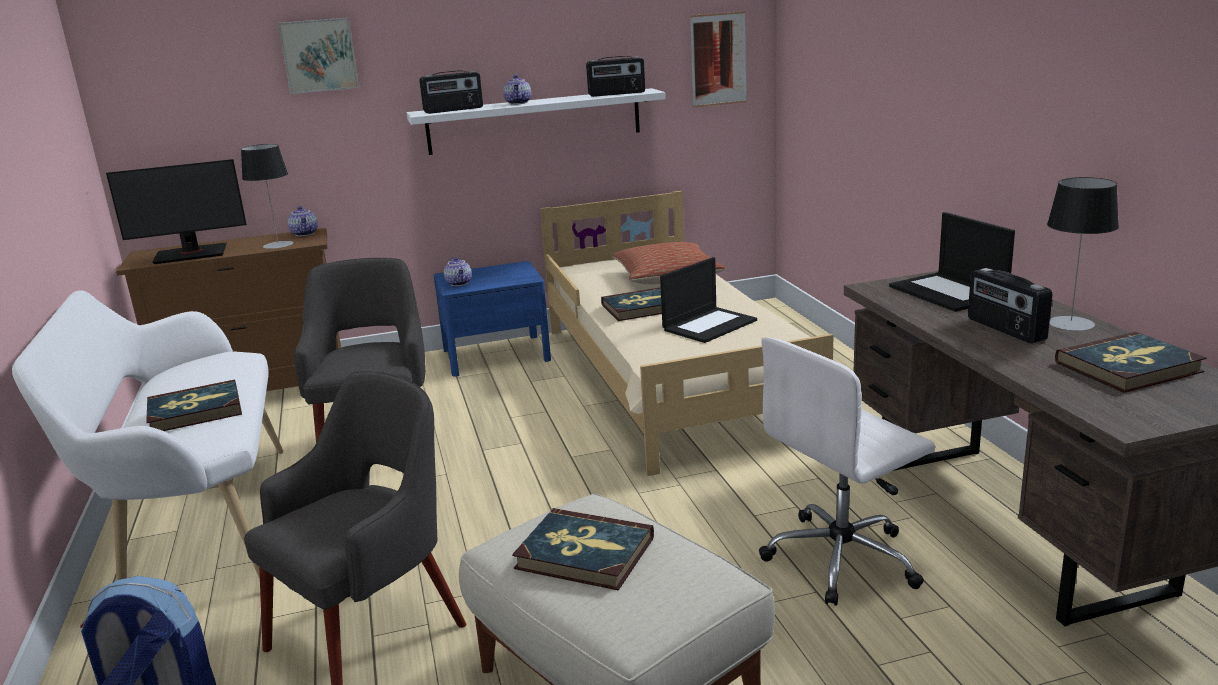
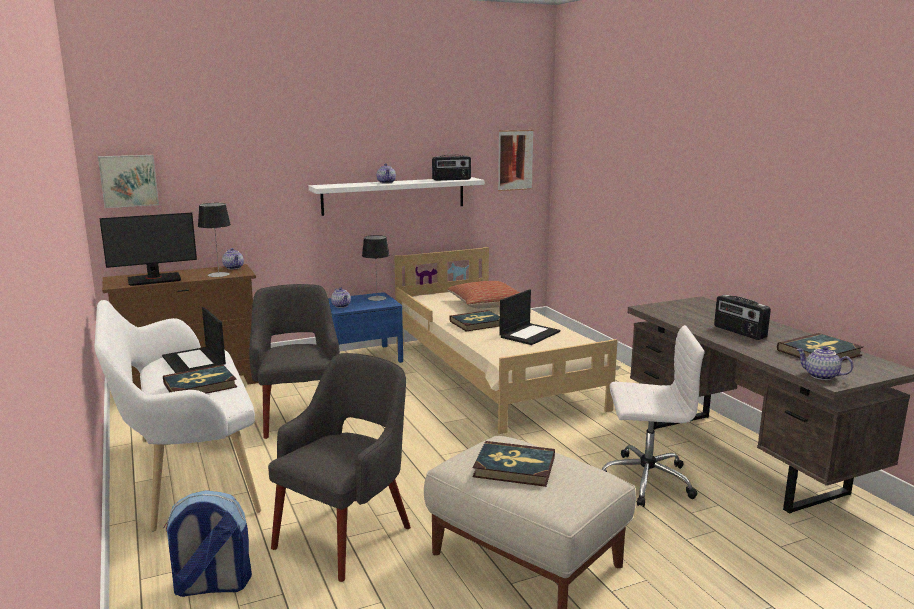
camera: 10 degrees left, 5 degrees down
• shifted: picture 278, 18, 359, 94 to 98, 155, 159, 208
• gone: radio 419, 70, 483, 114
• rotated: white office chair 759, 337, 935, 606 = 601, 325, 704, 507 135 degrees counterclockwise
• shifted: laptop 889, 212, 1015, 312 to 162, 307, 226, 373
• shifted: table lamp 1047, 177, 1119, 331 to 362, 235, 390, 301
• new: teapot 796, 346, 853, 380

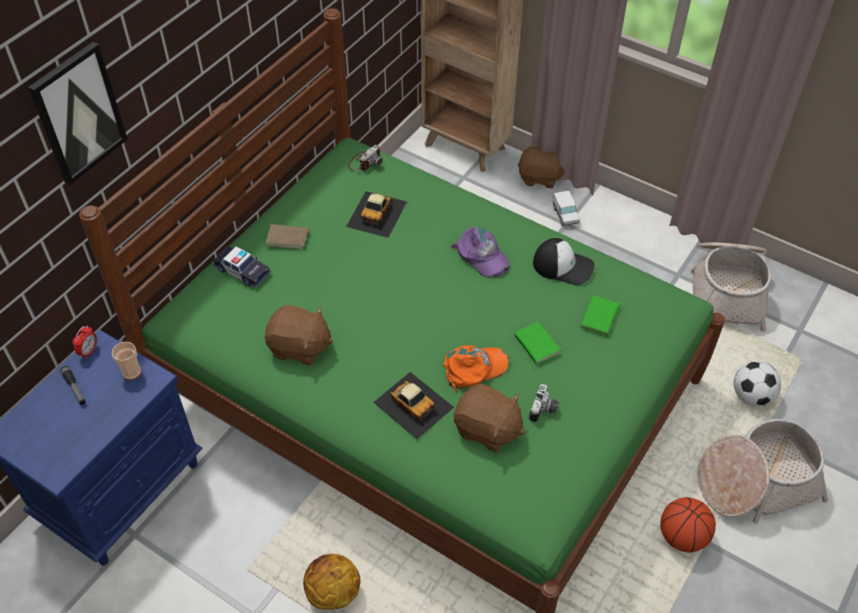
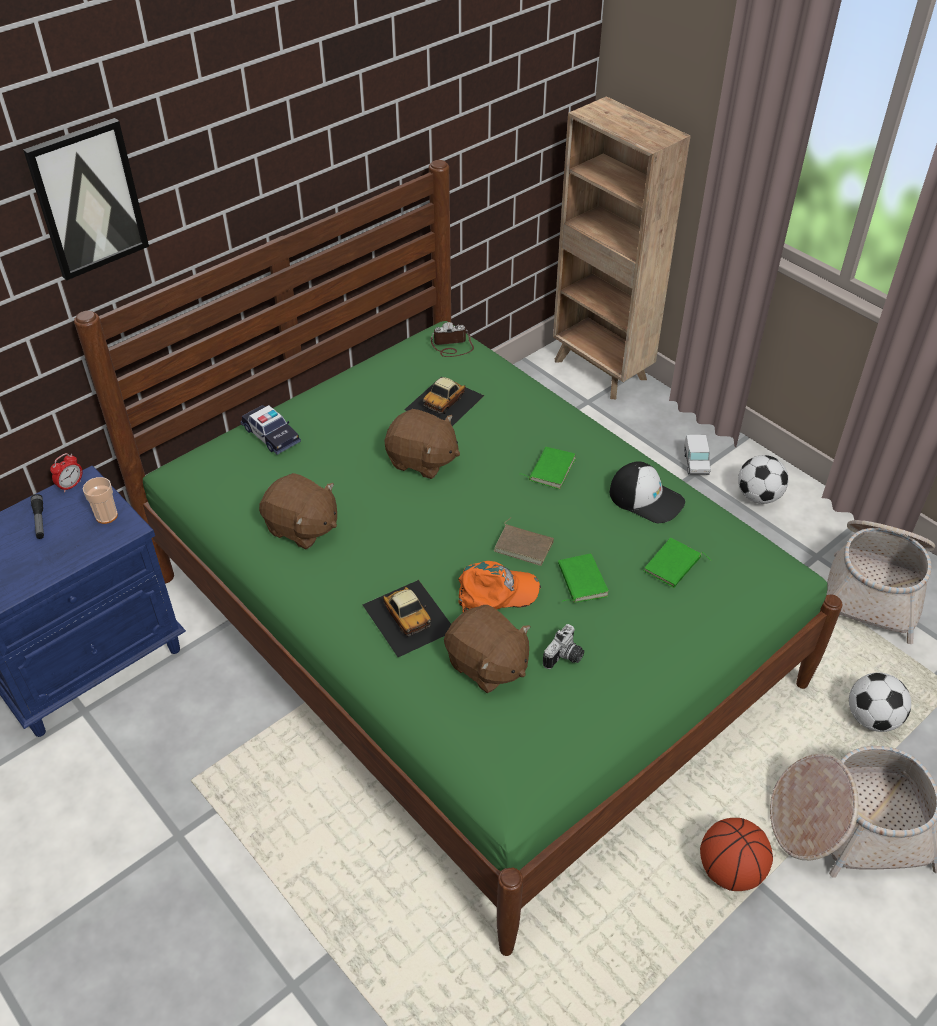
camera: 15 degrees right, 5 degrees down
• shifted: brown book 266, 218, 309, 250 to 494, 517, 554, 566
• gone: basketball 303, 554, 360, 610
• rotated: photo camera 348, 145, 382, 171 = 431, 322, 474, 357 150 degrees counterclockwise
• swapped: purple cap 451, 227, 509, 277 to green book 523, 447, 576, 489
• shifted: brown plush toy 518, 146, 565, 188 to 385, 409, 460, 479
• new: football 738, 455, 789, 504

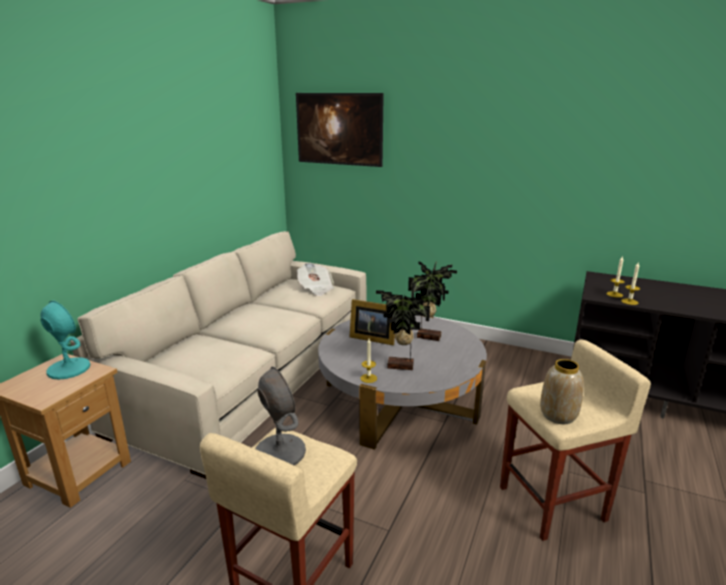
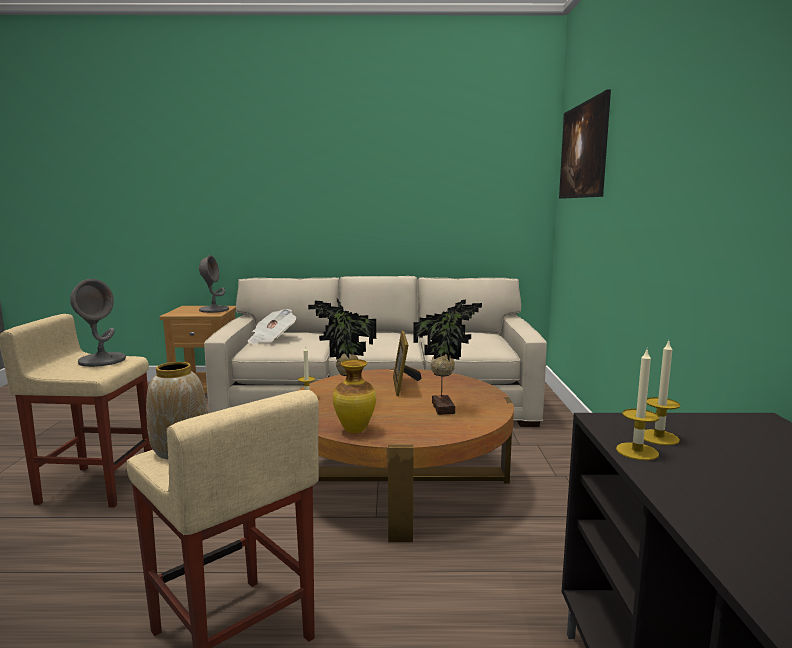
camera: 65 degrees right, 10 degrees down
• repainted: turquoise table lamp 40, 301, 90, 380 to grey table lamp 199, 255, 229, 313
• shifted: newspaper 297, 263, 335, 296 to 248, 309, 296, 343
• repainted: grey coffee table 318, 315, 487, 450 to brown coffee table 297, 369, 514, 542
• new: vase 333, 359, 376, 433

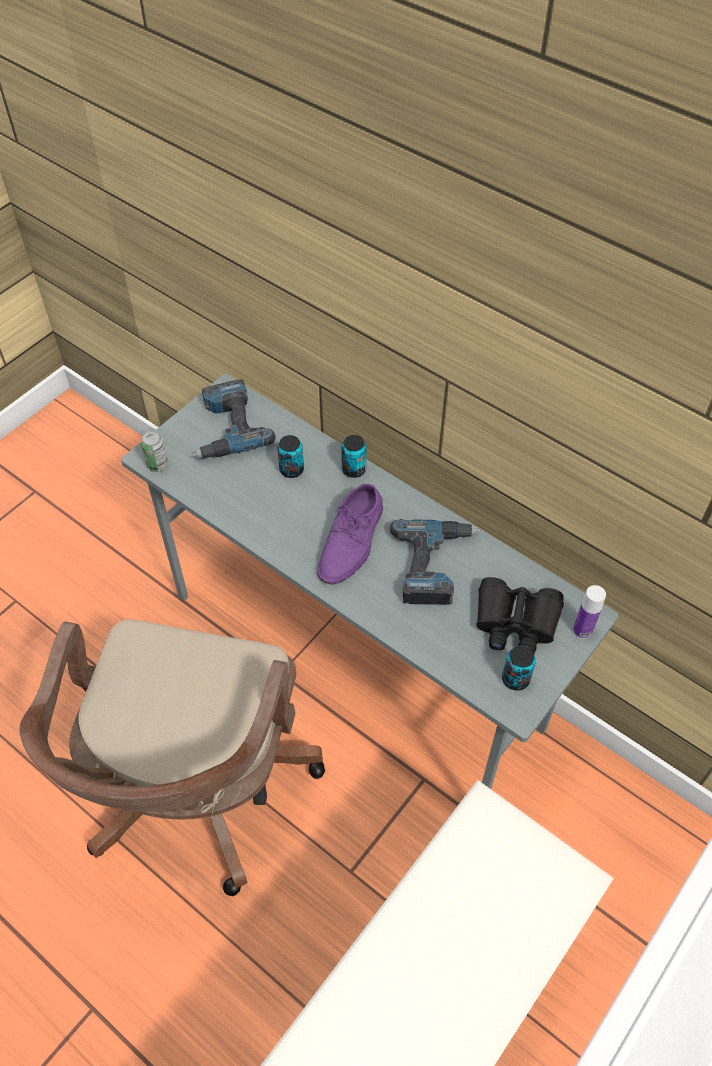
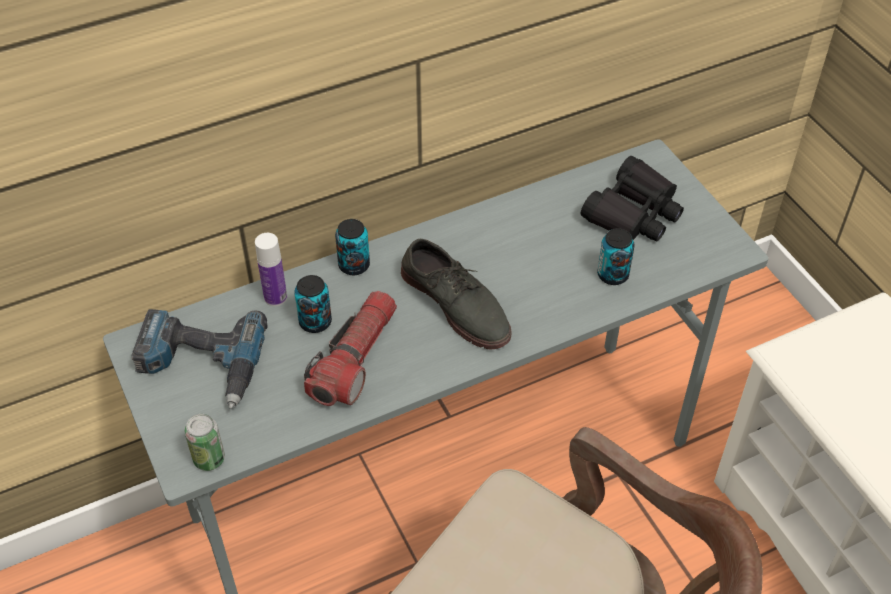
camera: 65 degrees left, 5 degrees down
• repainted: purple shoe 317, 484, 383, 584 to grey shoe 401, 239, 512, 350
• gone: power drill 390, 519, 481, 605
• shifted: can 502, 646, 536, 691 to 597, 228, 635, 285
• shifted: bottle 573, 585, 606, 639 to 255, 233, 287, 306
• new: flashlight 304, 291, 397, 406

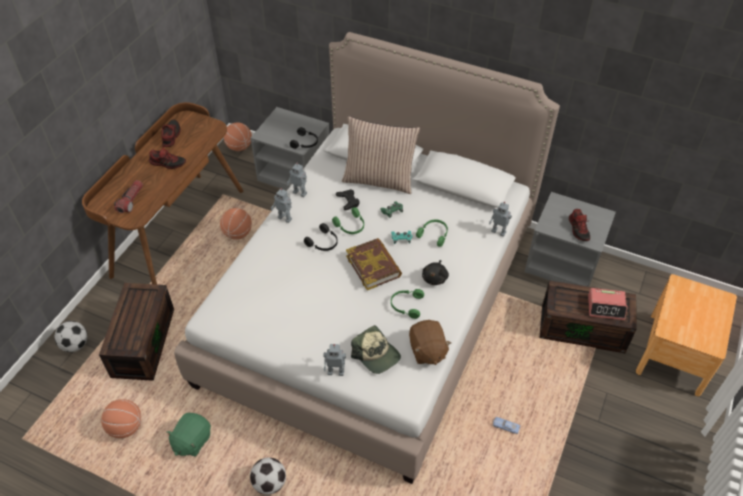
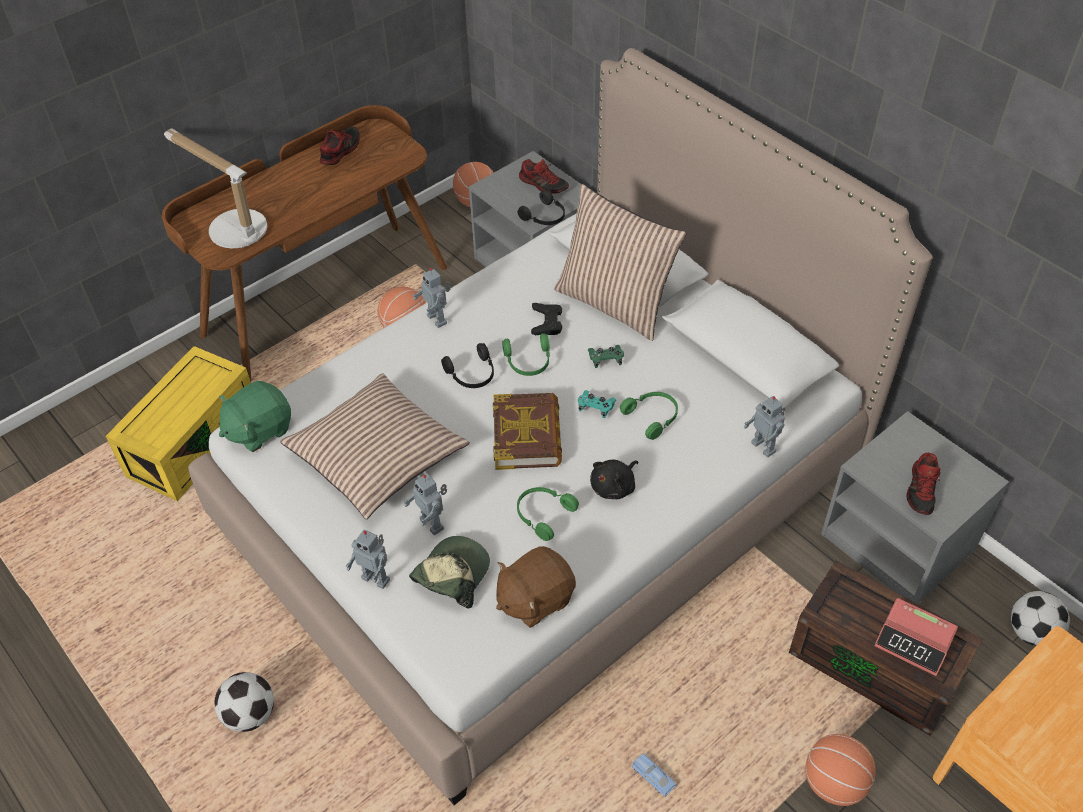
camera: 25 degrees right, 0 degrees up
• shifted: football 55, 321, 87, 352 to 1011, 591, 1070, 646
• repainted: brown storage box 99, 283, 174, 381 to yellow storage box 106, 346, 251, 501
• shifted: basketball 101, 399, 141, 438 to 805, 734, 876, 806
• swapped: flashlight 114, 180, 143, 213 to table lamp 164, 128, 267, 248
• shifted: shoe 149, 147, 186, 169 to 519, 159, 569, 194
• shifted: green plush toy 166, 413, 211, 457 to 218, 381, 291, 452
• shifted: toy robot 286, 163, 307, 197 to 404, 474, 447, 535
• rotated: cap 351, 325, 401, 374 = 409, 536, 490, 609 135 degrees counterclockwise
• rotated: brown plush toy 409, 320, 451, 365 = 496, 546, 576, 628 45 degrees clockwise
• new: pillow 280, 373, 470, 519

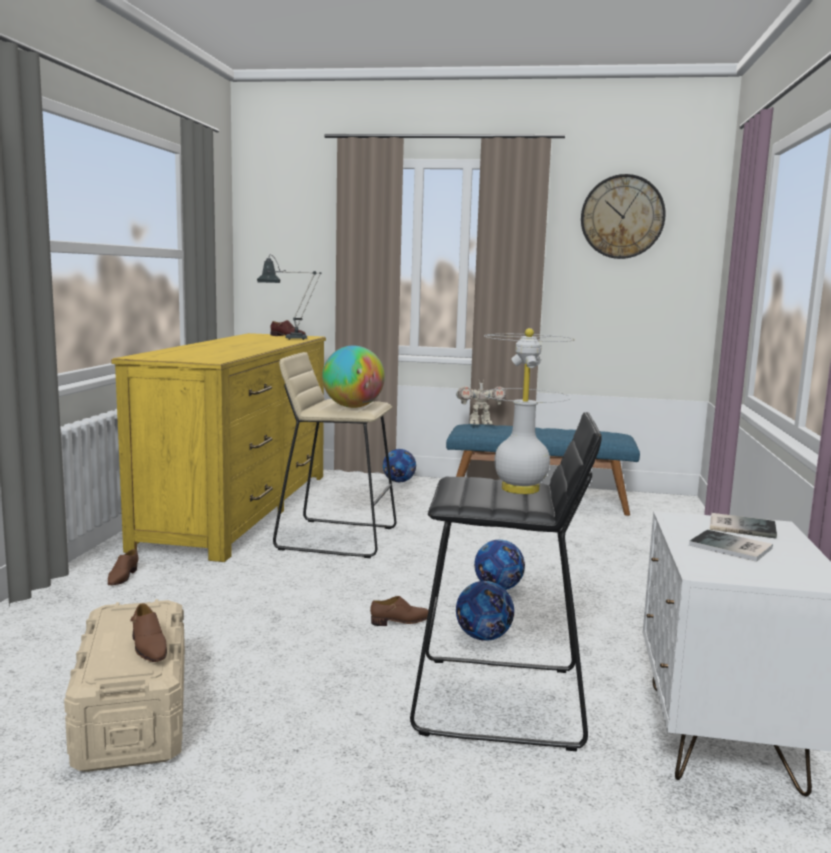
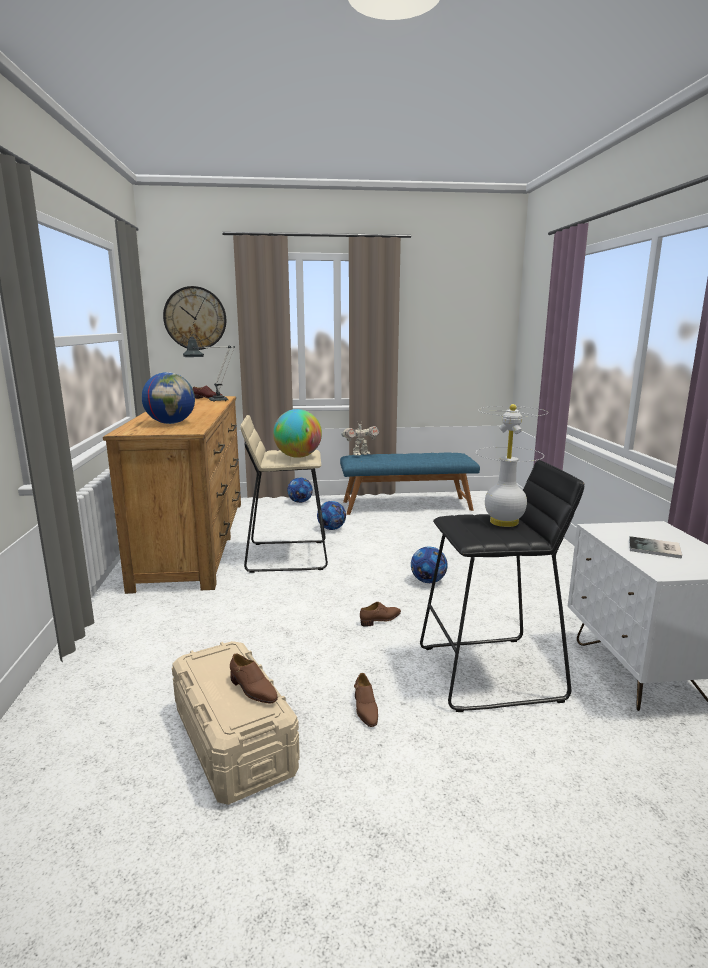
camera: 15 degrees left, 5 degrees up
• shifted: brown shoe 108, 549, 139, 585 to 354, 673, 378, 727
• repainted: yellow dresser 111, 333, 326, 562 to brown dresser 103, 396, 241, 594
• shifted: football 456, 581, 514, 641 to 317, 501, 346, 530
• shifted: wall clock 581, 174, 666, 259 to 163, 286, 226, 350
• gone: book 710, 513, 777, 539
• new: globe 142, 372, 195, 424

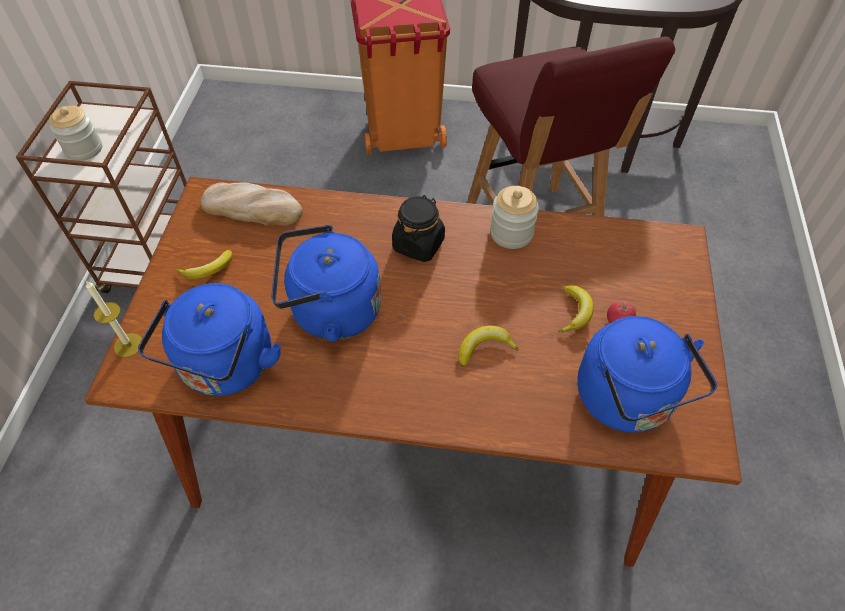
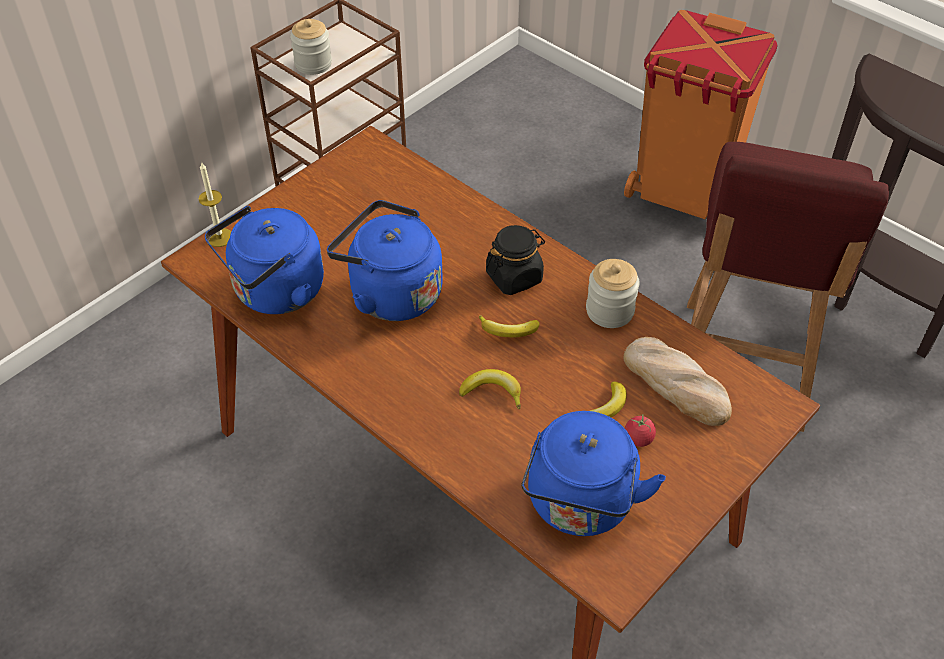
camera: 35 degrees right, 5 degrees down
• shifted: banana 176, 250, 233, 279 to 479, 315, 540, 337
• shifted: bread 201, 182, 303, 226 to 624, 337, 732, 426

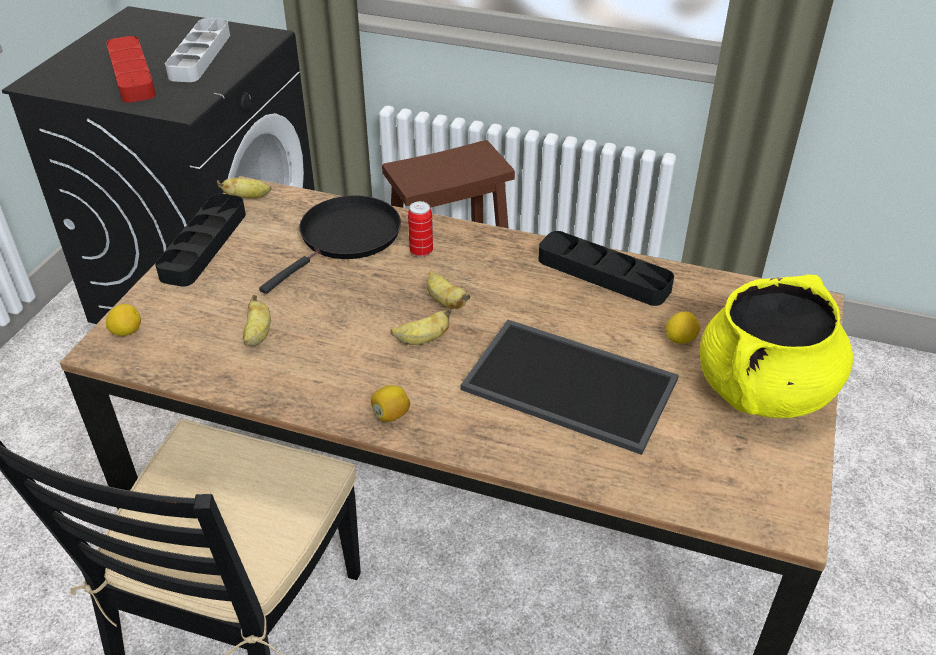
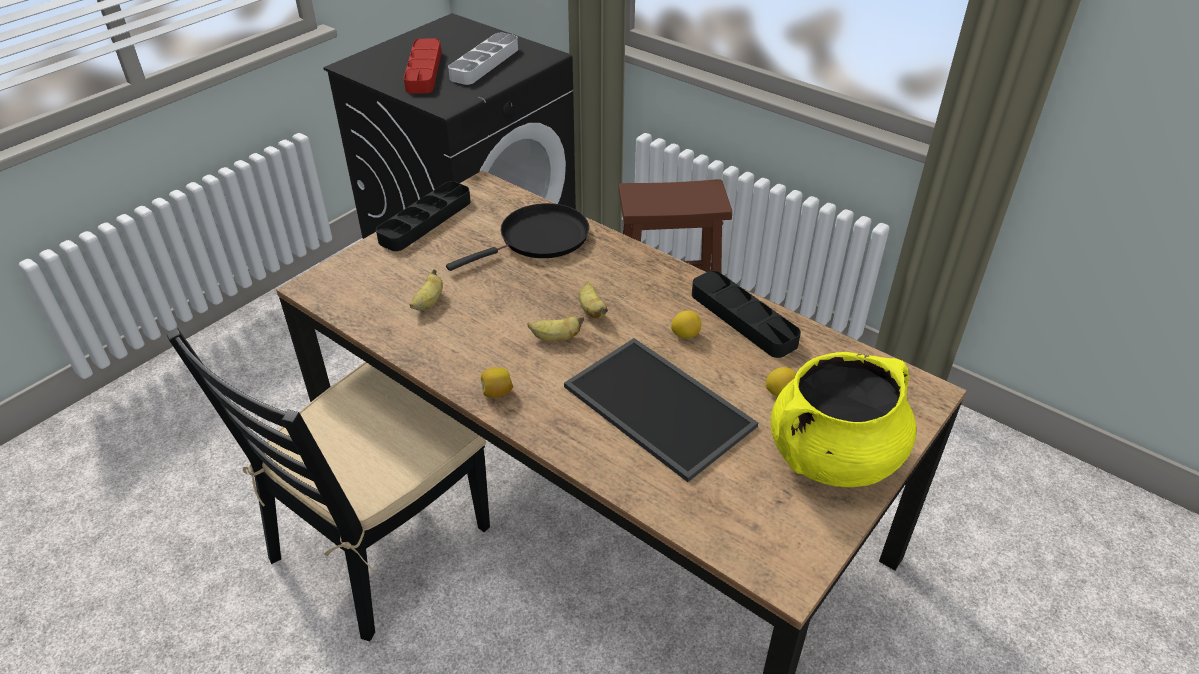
camera: 20 degrees right, 0 degrees up
• shifted: lemon 106, 304, 141, 336 to 671, 310, 701, 338
• gone: banana 217, 178, 272, 198
• gone: can 408, 201, 433, 257

